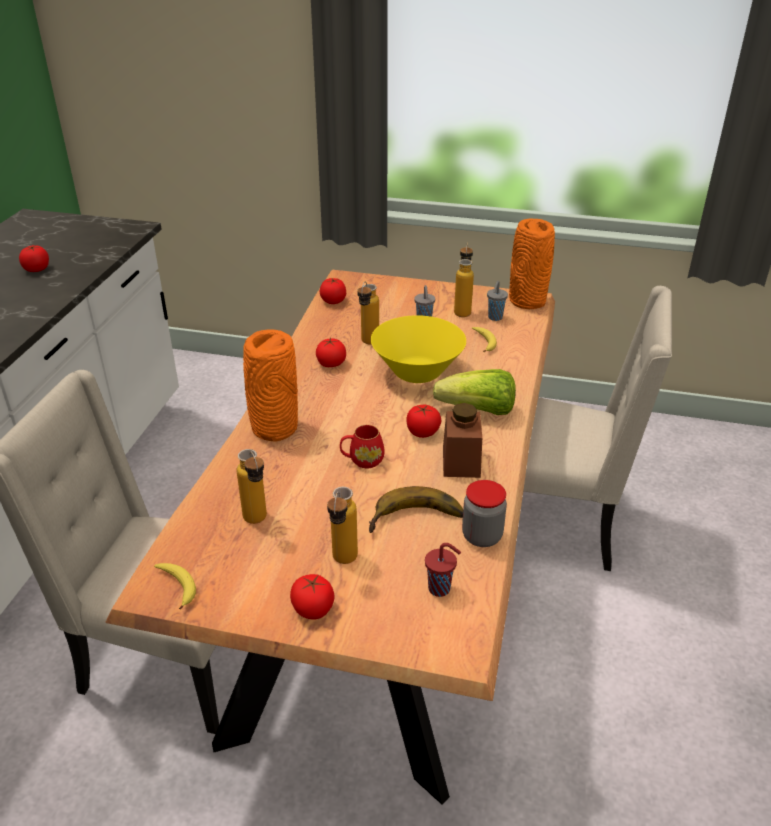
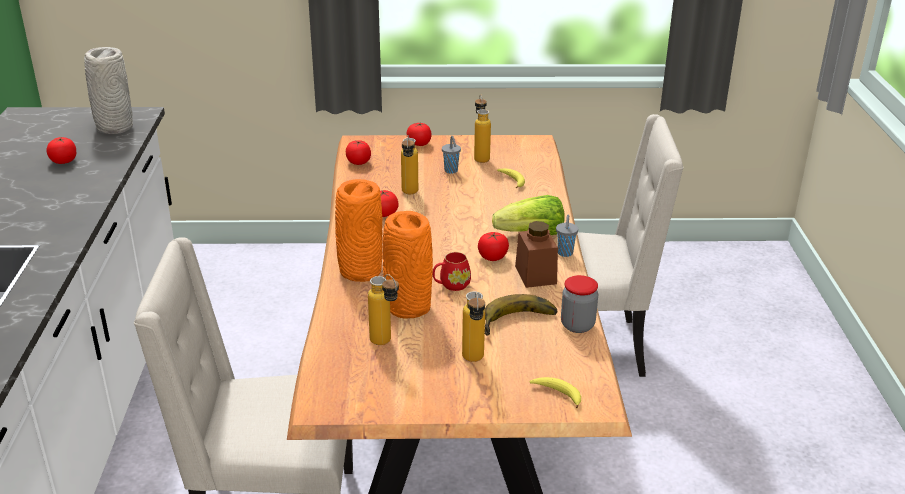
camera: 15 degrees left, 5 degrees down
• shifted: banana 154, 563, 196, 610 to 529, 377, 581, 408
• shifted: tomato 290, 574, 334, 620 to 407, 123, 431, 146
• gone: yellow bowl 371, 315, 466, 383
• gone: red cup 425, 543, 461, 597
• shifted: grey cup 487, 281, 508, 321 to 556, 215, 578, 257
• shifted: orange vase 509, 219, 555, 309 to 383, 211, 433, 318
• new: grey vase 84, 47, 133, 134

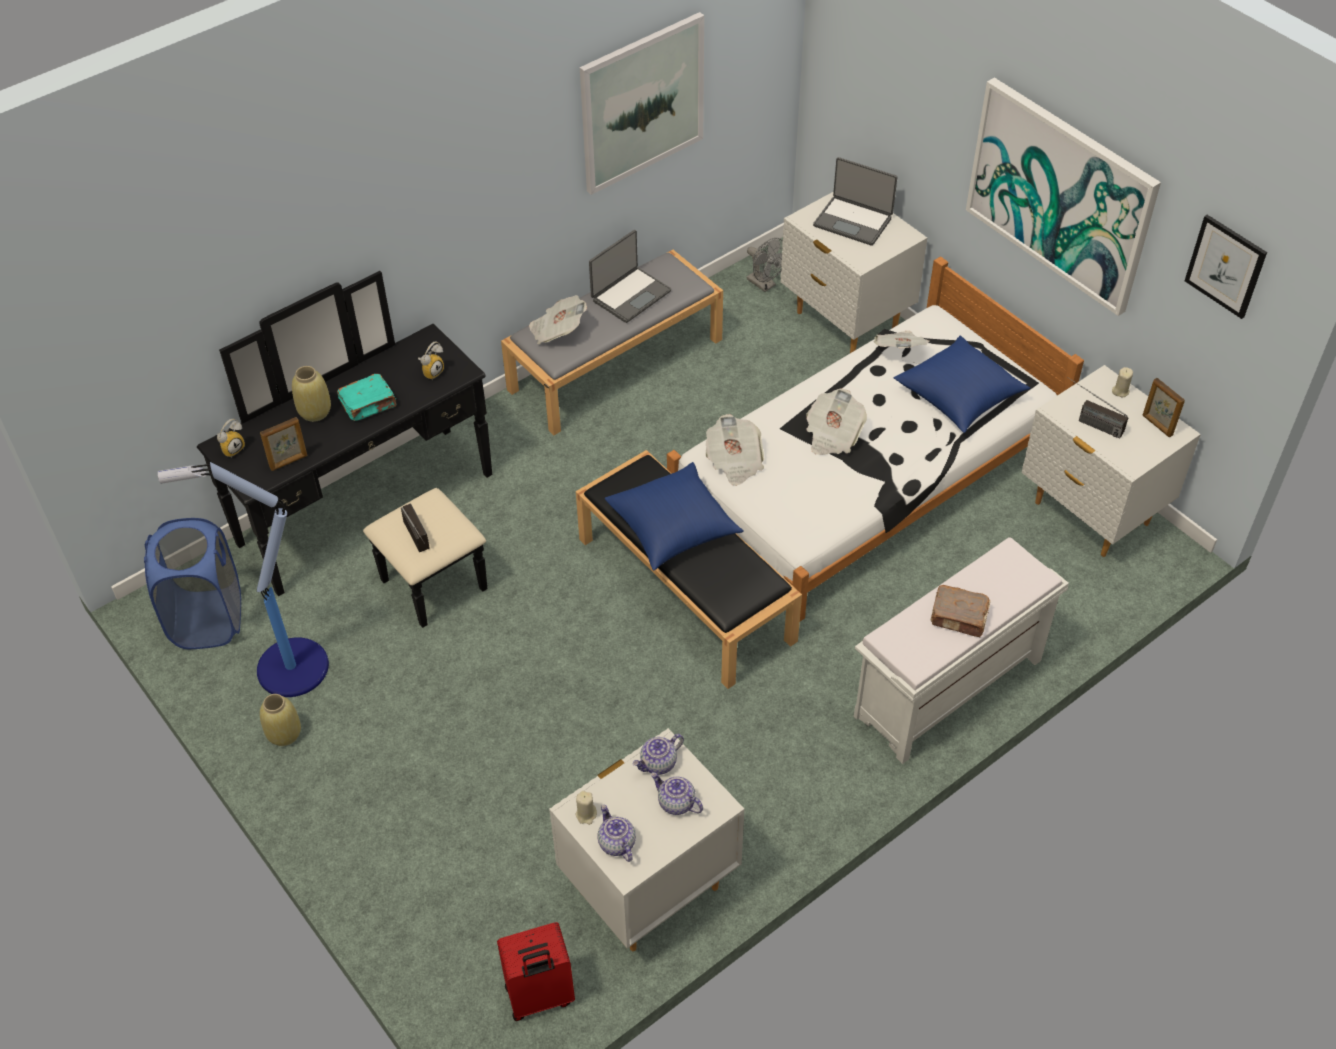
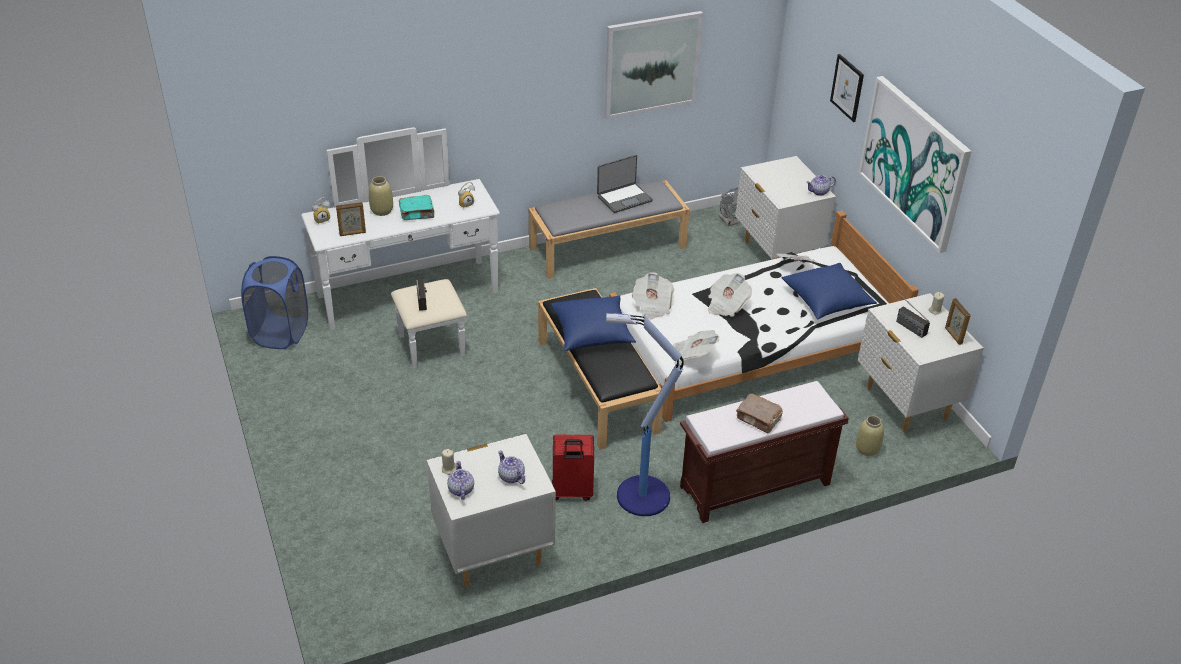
camera: 15 degrees right, 10 degrees down
• shifted: floor lamp 158, 462, 329, 697 to 606, 313, 683, 516
• repainted: black dresser 197, 271, 492, 628 to white dresser 301, 127, 500, 368
• shifted: beige vase 260, 694, 301, 746 to 856, 416, 884, 456
• shifted: red suitcase 497, 922, 575, 1021 to 552, 435, 594, 501
• shifted: newspaper 529, 295, 587, 344 to 673, 330, 719, 360
• shifted: teapot 633, 734, 684, 775 to 806, 175, 836, 196
• gone: laptop 813, 157, 897, 246
• repainted: white bench 854, 537, 1069, 764 to brown bench 680, 381, 849, 523
• shifted: picture 1185, 215, 1267, 319 to 830, 54, 864, 122

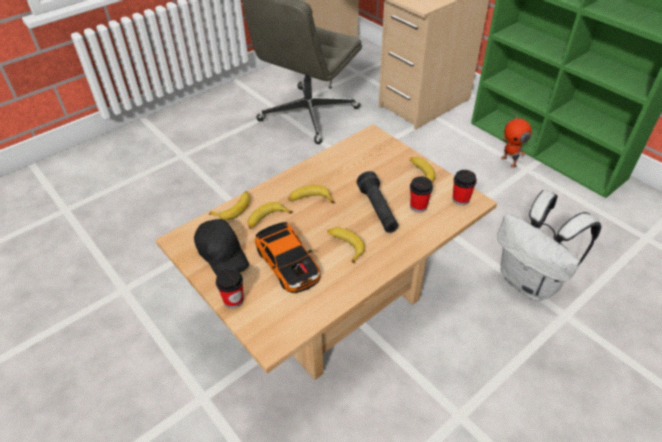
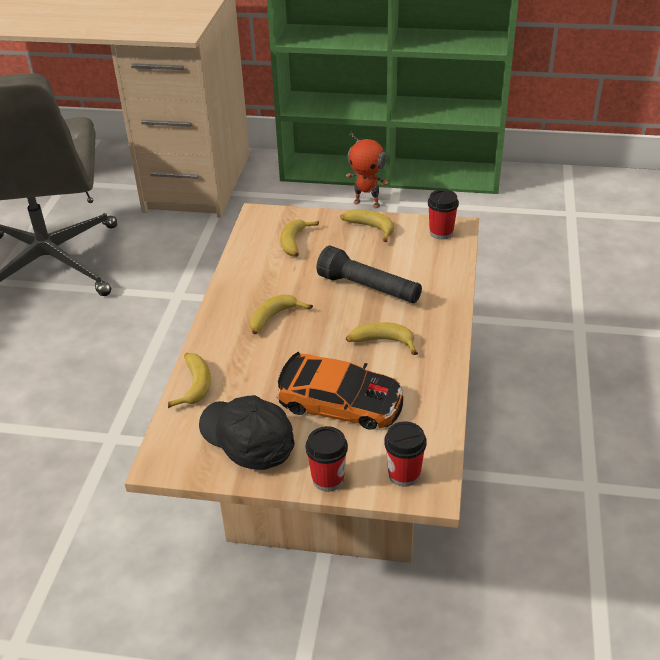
camera: 40 degrees left, 5 degrees down
• rotated: black cap 194, 219, 249, 275 = 199, 395, 295, 470 150 degrees counterclockwise
• shifted: banana 248, 202, 293, 229 to 280, 219, 319, 257
• shifted: cup 410, 176, 433, 212 to 384, 421, 426, 487
• gone: white backpack 497, 190, 601, 301

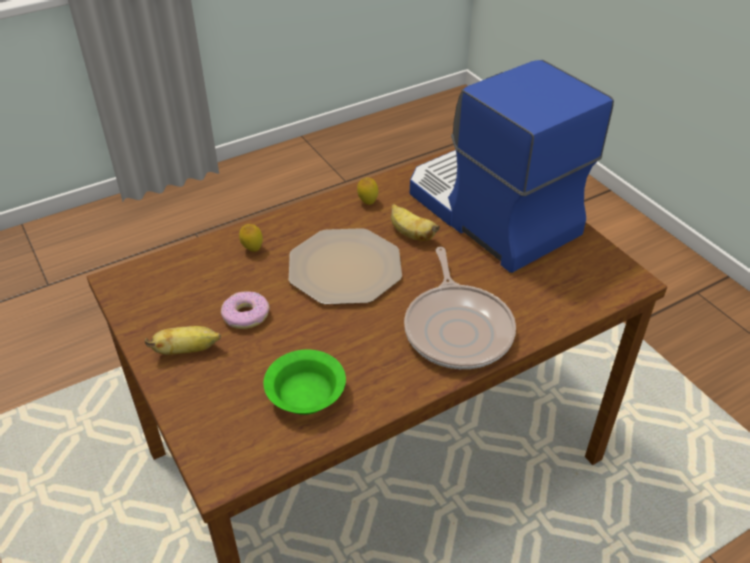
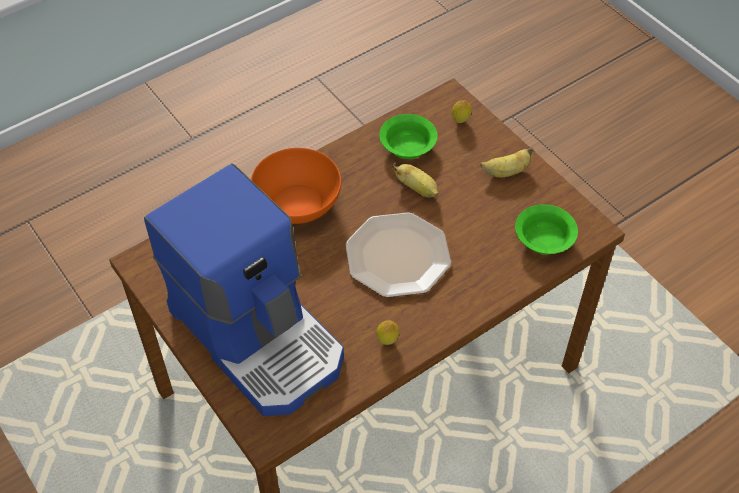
camera: 175 degrees right, 10 degrees up
• gone: donut 221, 291, 270, 329
• shifted: lemon 239, 224, 263, 252 to 452, 100, 471, 123
• shifted: banana 391, 204, 440, 241 to 392, 162, 438, 197
• swapped: frying pan 404, 247, 516, 369 to orange bowl 251, 148, 341, 224
• new: green bowl 515, 204, 578, 254

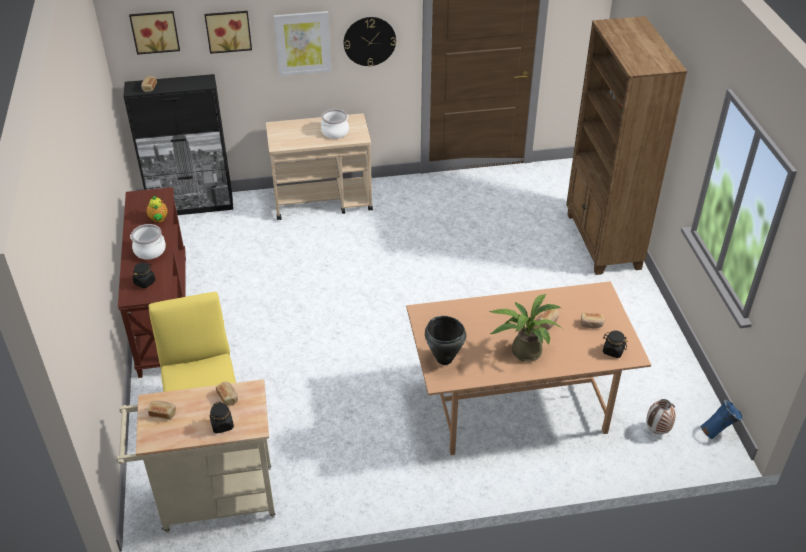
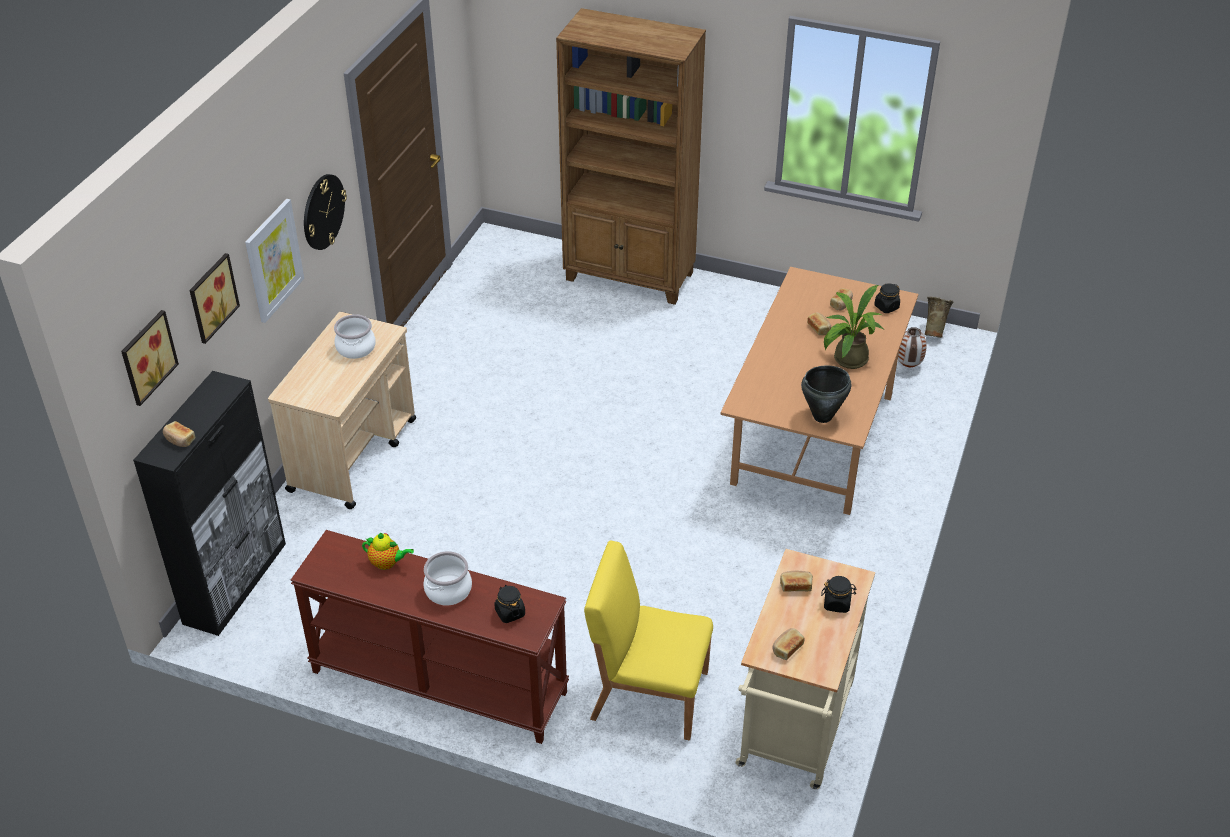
camera: 60 degrees left, 0 degrees up
• repainted: blue vase 701, 400, 743, 439 to beige vase 925, 296, 954, 338

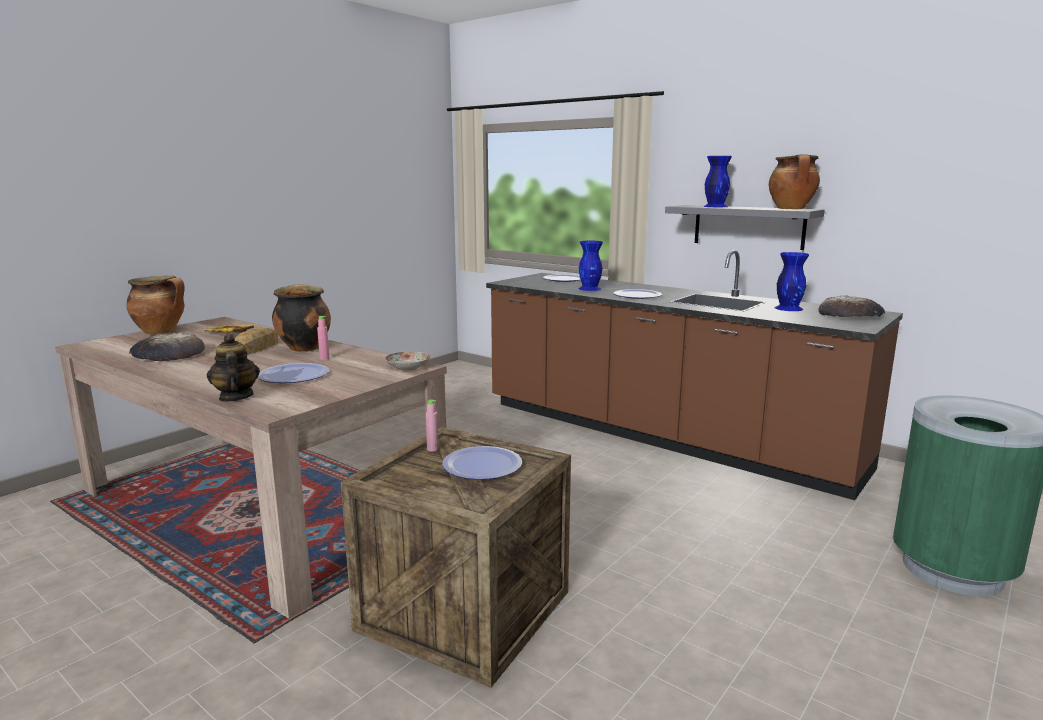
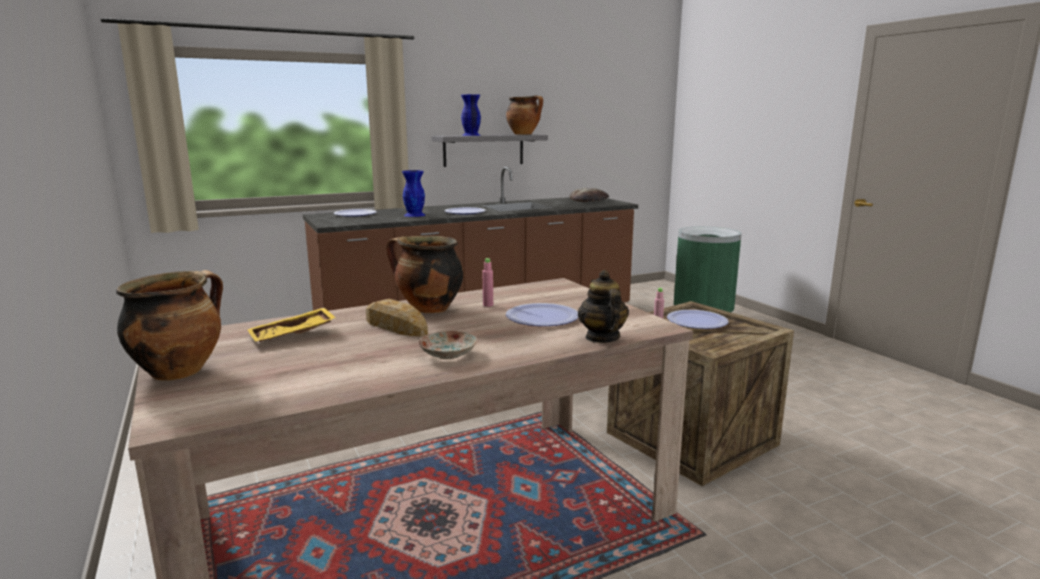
camera: 65 degrees left, 0 degrees up
• gone: bread 129, 333, 205, 362
• rotated: teapot 207, 334, 260, 402 = 578, 270, 629, 343 75 degrees clockwise
• shifted: plate 385, 351, 430, 371 to 418, 331, 477, 359
• gone: blue vase 775, 252, 809, 311

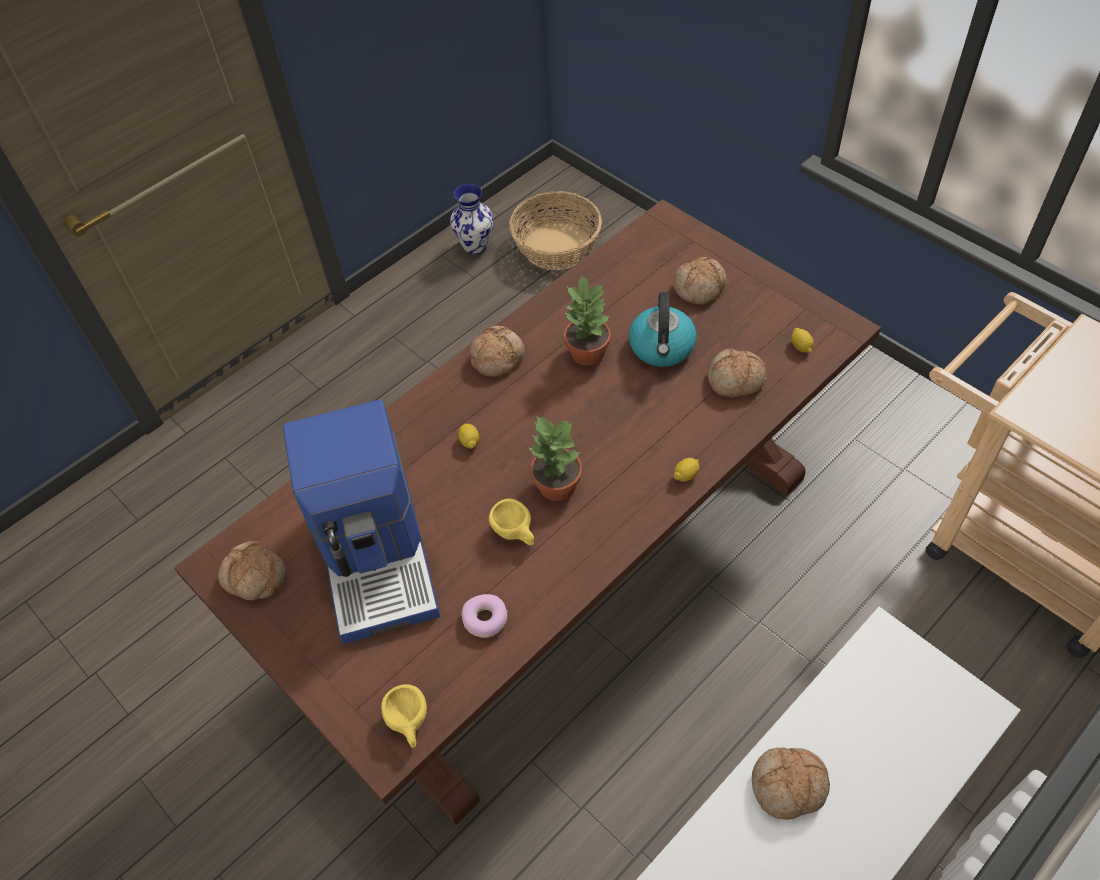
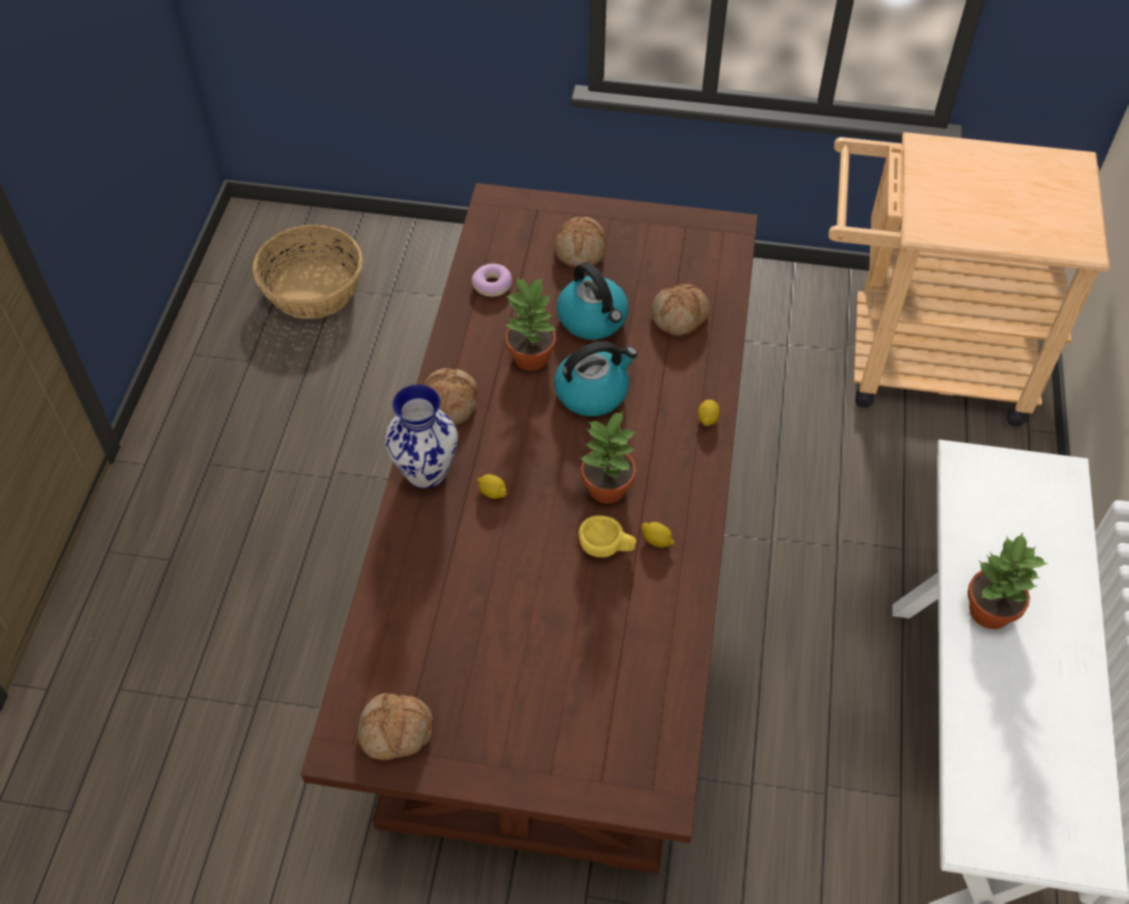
camera: 40 degrees left, 0 degrees up
• gone: coffee machine 283, 400, 440, 644
• gone: yellow cup 381, 684, 427, 748
• shifted: vase 450, 184, 494, 254 to 385, 385, 458, 489
• shifted: donut 462, 594, 508, 638 to 472, 264, 512, 297
• swapped: bread 752, 747, 830, 820 to potted plant 967, 532, 1049, 629
• shifted: lemon 791, 328, 814, 353 to 641, 522, 675, 548
• new: kettle 554, 341, 637, 416

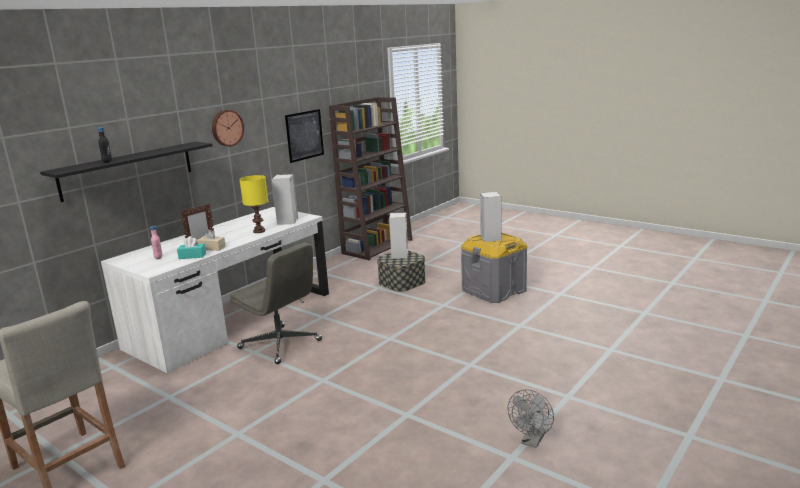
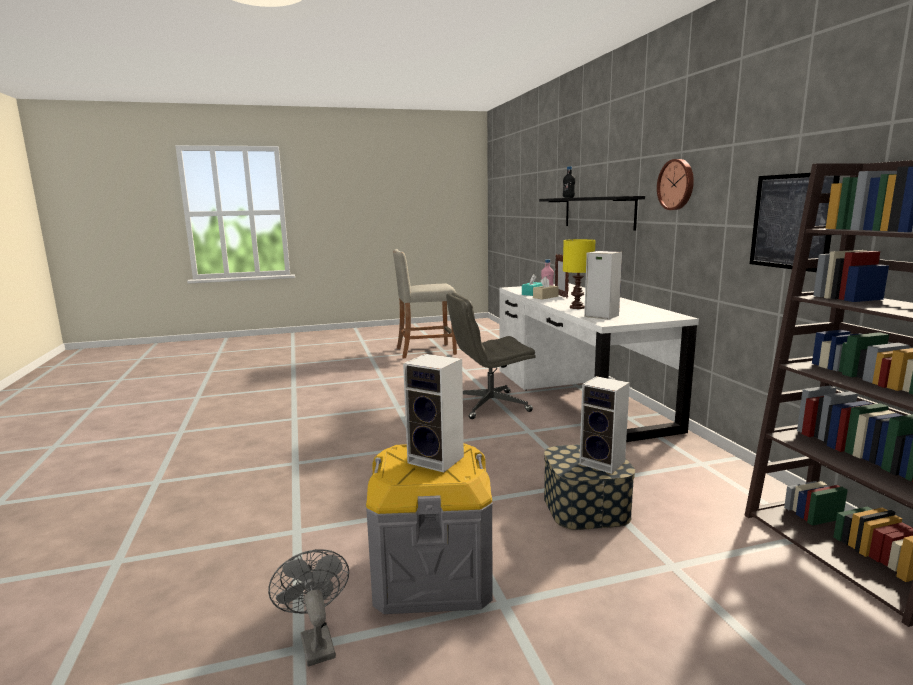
camera: 125 degrees right, 5 degrees down
• shifted: grey fan 508, 390, 554, 448 to 268, 549, 349, 667

